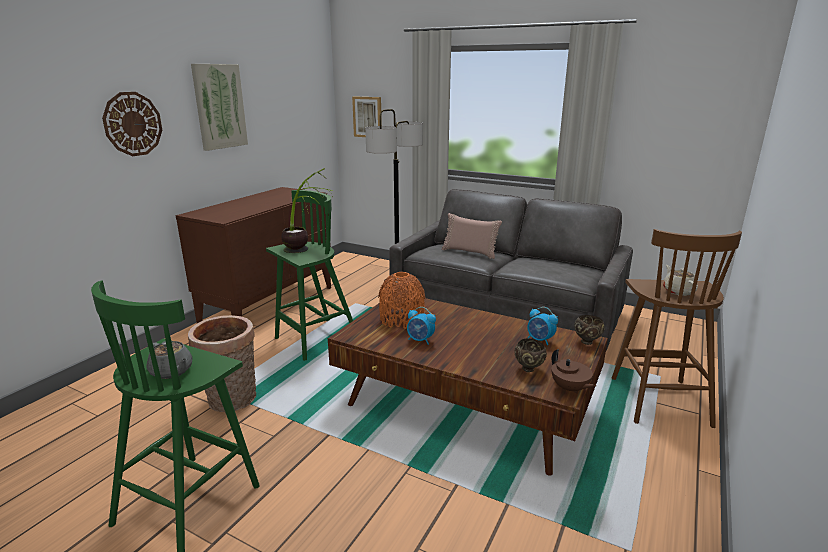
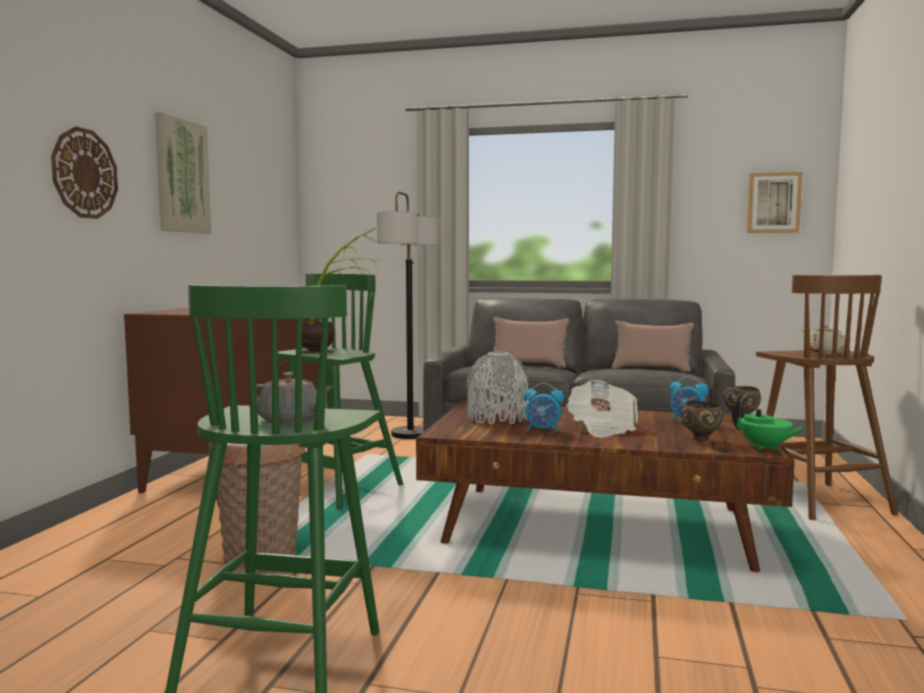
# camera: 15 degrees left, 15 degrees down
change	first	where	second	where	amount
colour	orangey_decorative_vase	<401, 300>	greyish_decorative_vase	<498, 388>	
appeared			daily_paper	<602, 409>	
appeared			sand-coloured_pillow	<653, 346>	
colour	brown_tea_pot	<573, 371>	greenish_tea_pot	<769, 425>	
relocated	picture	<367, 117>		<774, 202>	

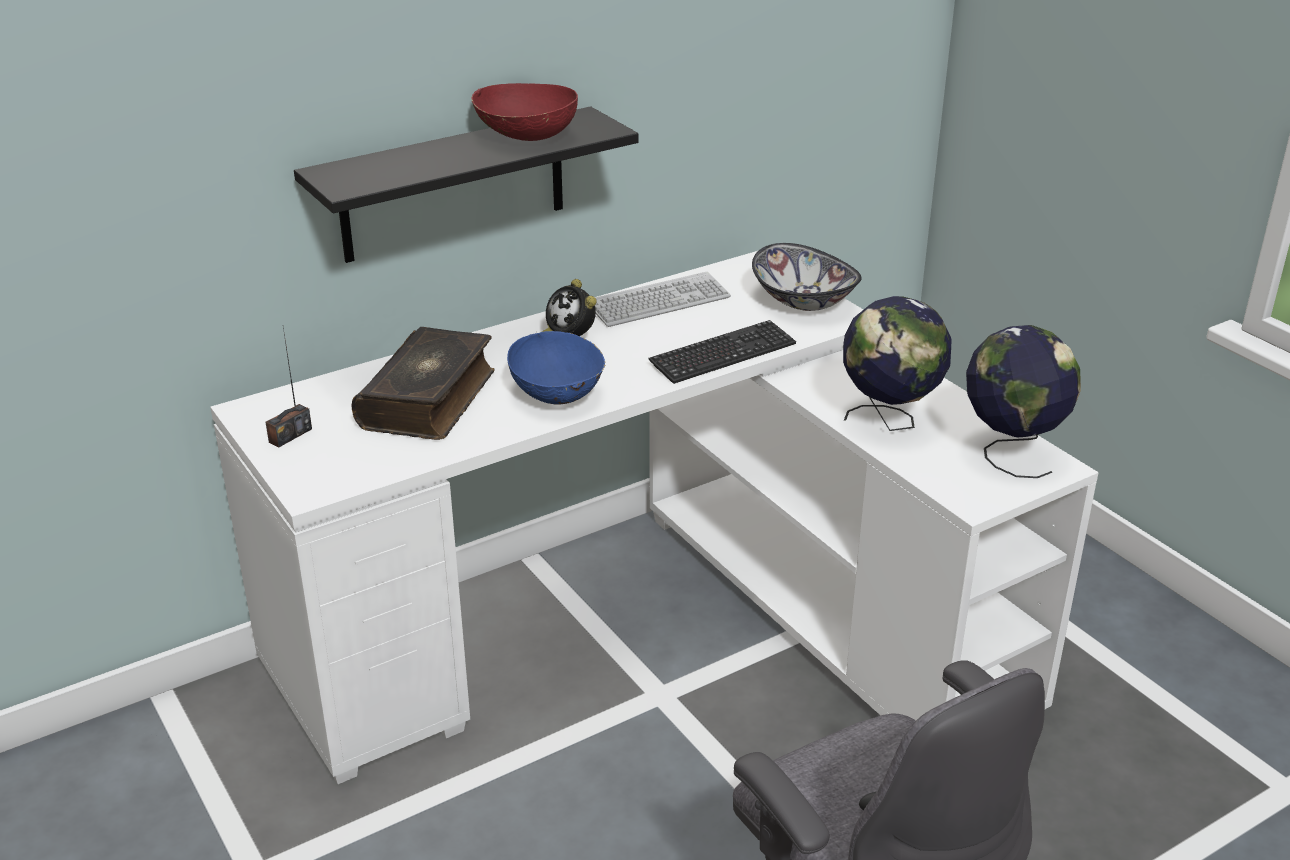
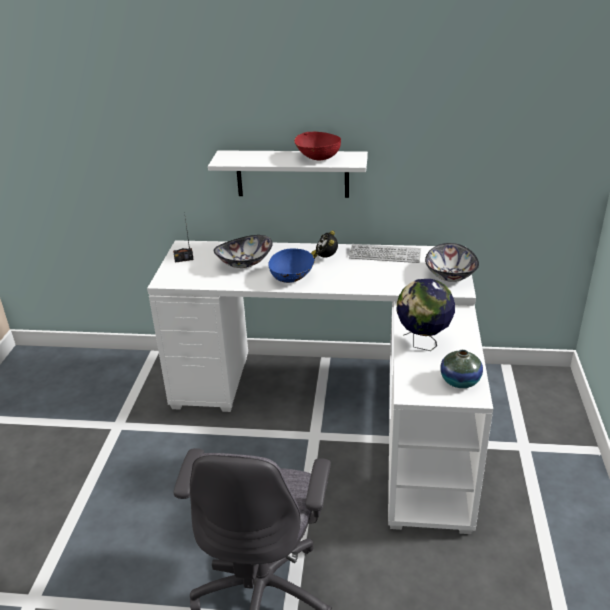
# camera: 40 degrees right, 0 degrees up
change	first	where	second	where	amount
colour	black-coloured_shelf	<466, 184>	white_shelf	<288, 174>	
exchanged	bound_book	<423, 383>	serving_bowl	<243, 251>	
exchanged	world_globe	<1023, 401>	decorative_vase	<461, 369>	
missing	PC_keyboard	<722, 352>			

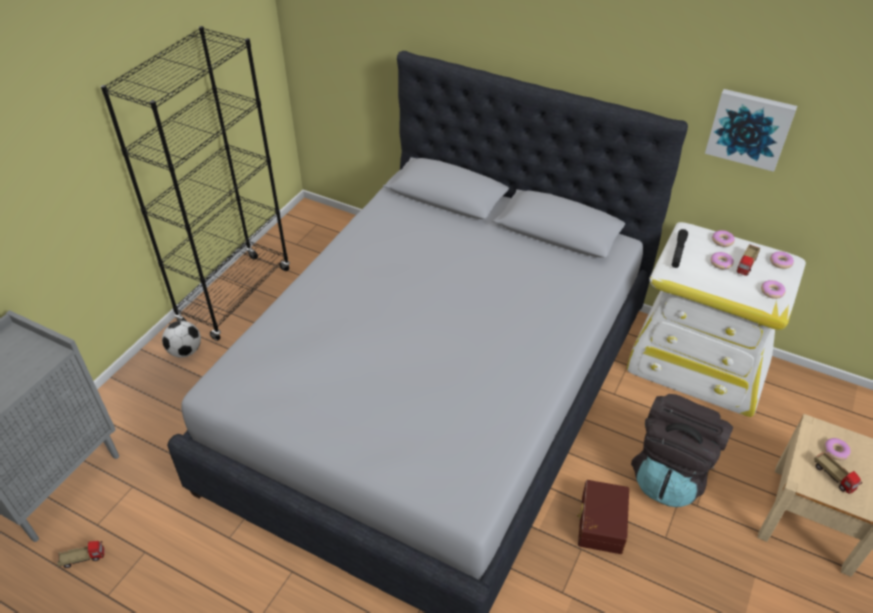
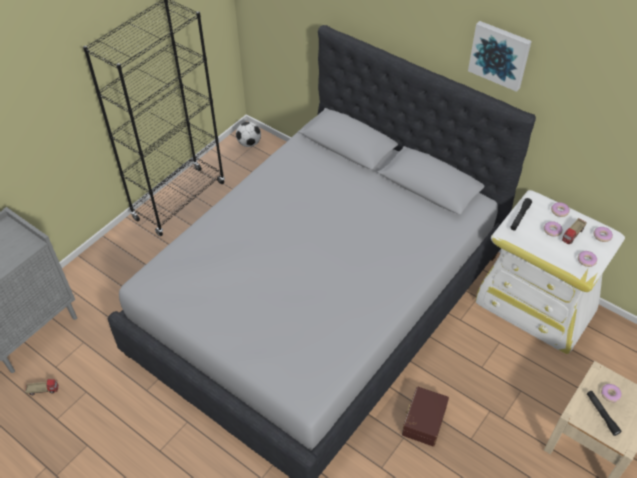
# camera: 10 degrees right, 5 degrees up
change	first	where	second	where	amount
relocated	football_ball	<181, 339>		<248, 134>	
relocated	picture	<751, 130>		<500, 56>	
exchanged	toy_truck	<838, 472>	black-coloured_hand_torch	<604, 413>	
missing	black-coloured_rucksack	<682, 450>			

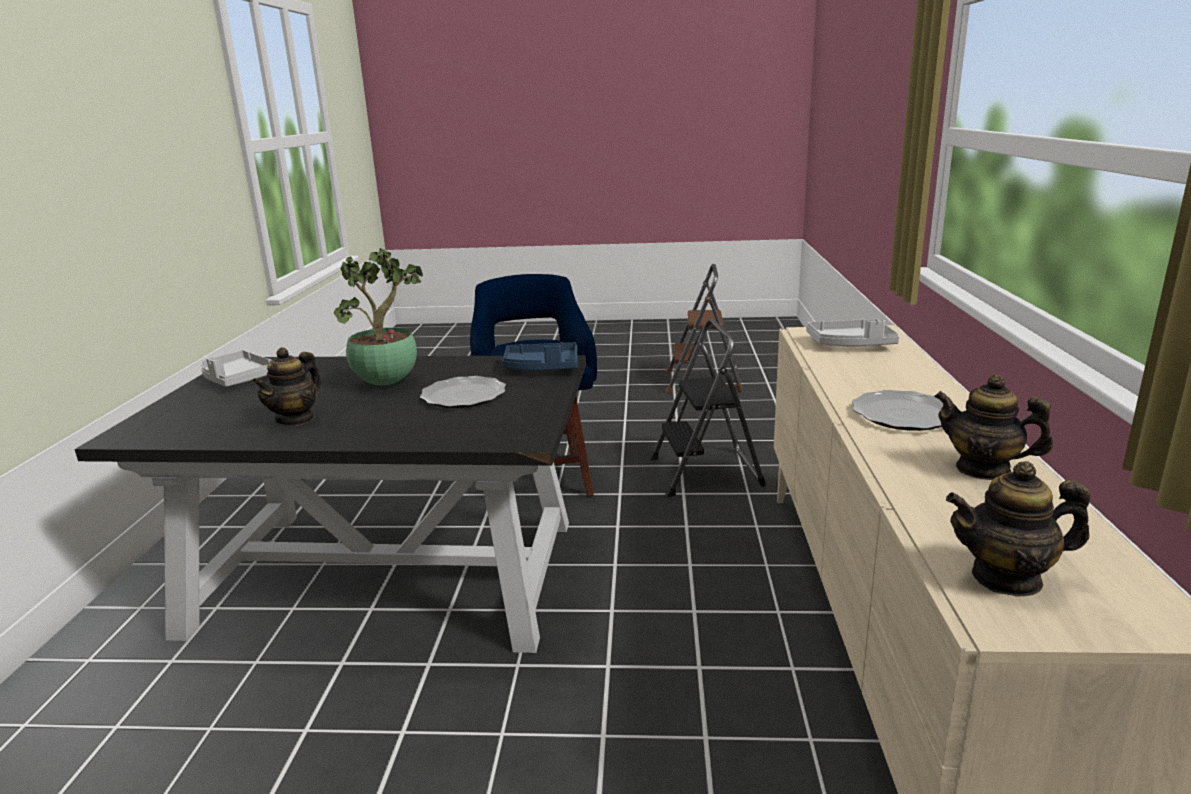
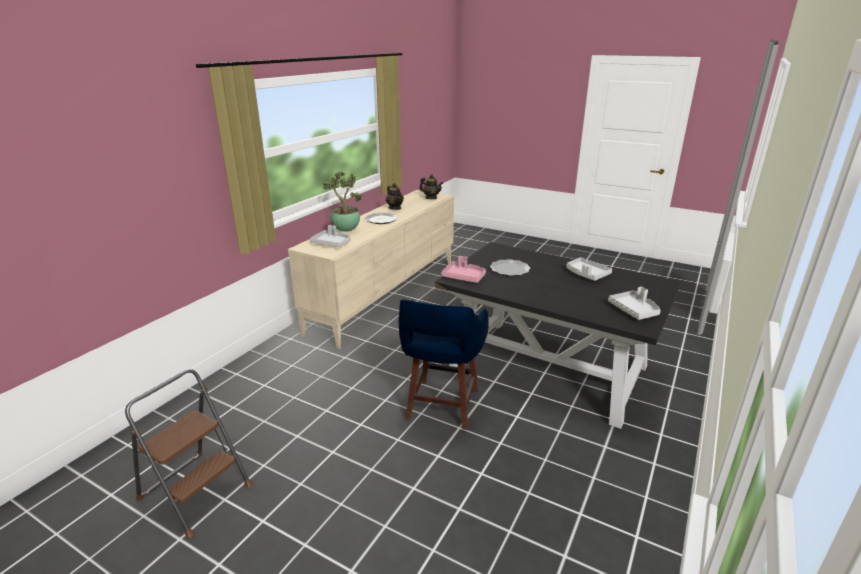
# camera: 155 degrees left, 5 degrees up
change	first	where	second	where	amount
relocated	houseplant	<378, 316>		<343, 202>	
colour	bluish_serving_tray	<539, 356>	pinkish_serving_tray	<463, 269>	
exchanged	tea_pot	<286, 386>	greyish_serving_tray	<589, 269>	
missing	black-coloured_stepladder	<707, 408>			

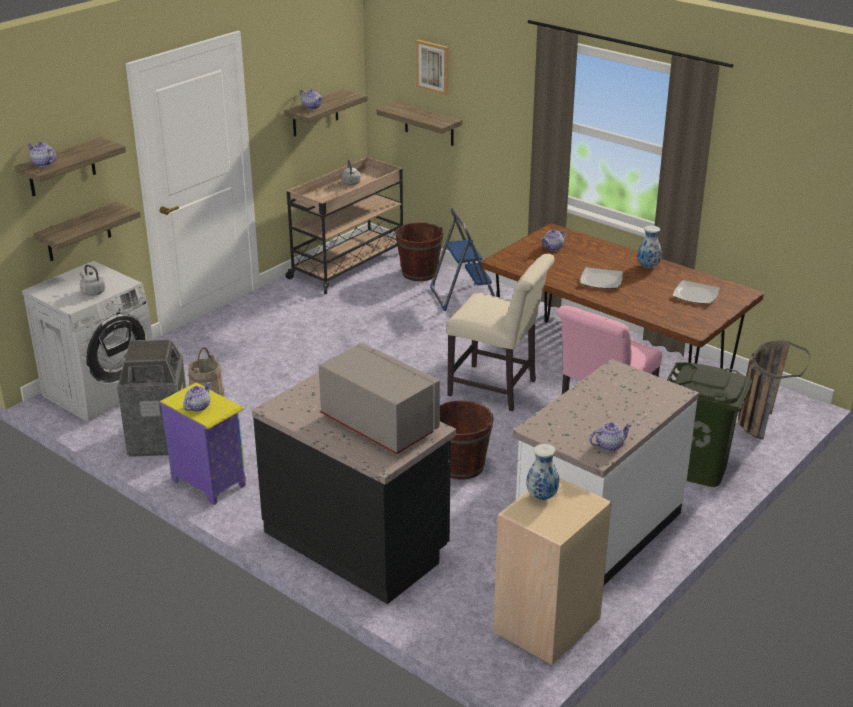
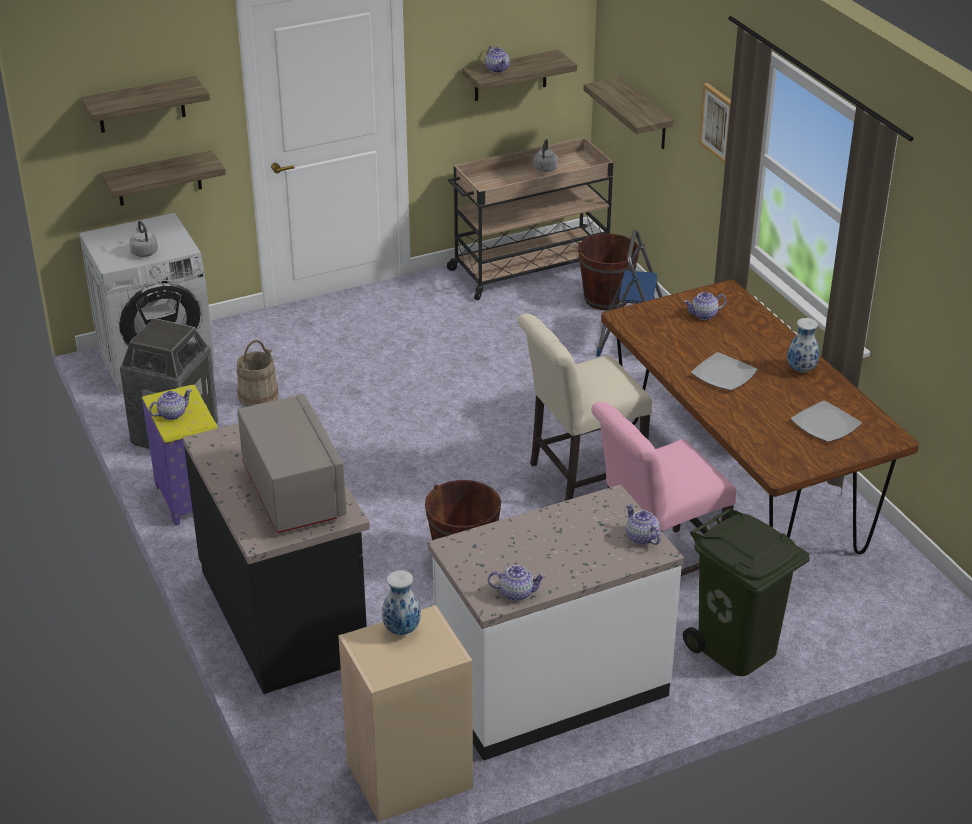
# camera: 25 degrees right, 5 degrees up
change	first	where	second	where	amount
spun	sand-coloured_plain_chair	<501, 333>		<585, 407>	105 degrees clockwise
relocated	tea_pot	<41, 154>		<643, 524>	
relocated	picture	<432, 67>		<715, 123>	
missing	household_basket	<774, 390>			

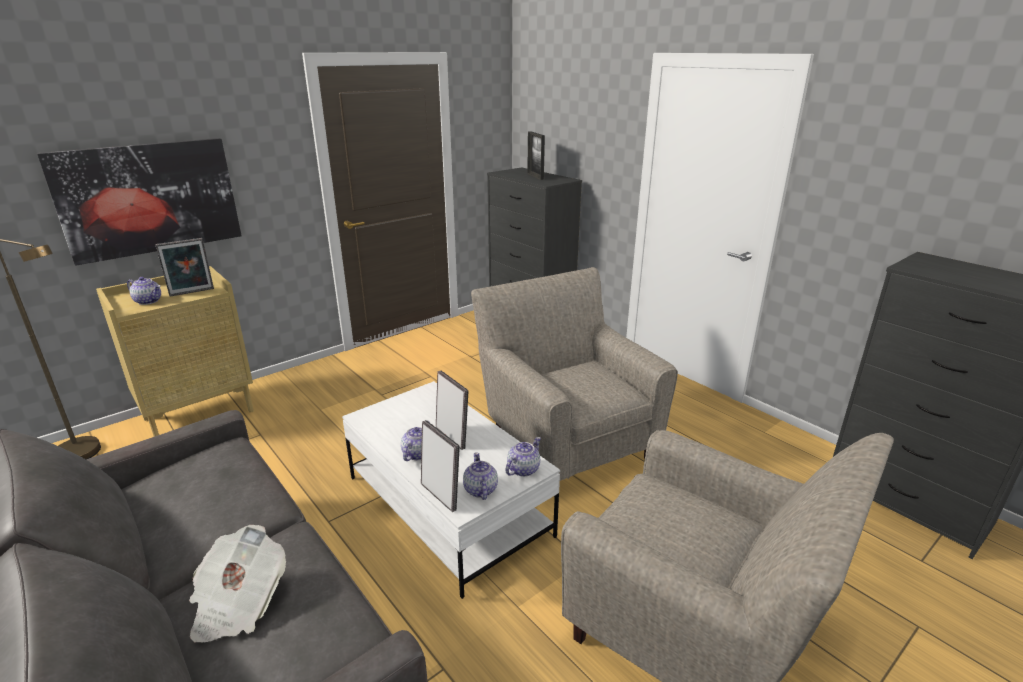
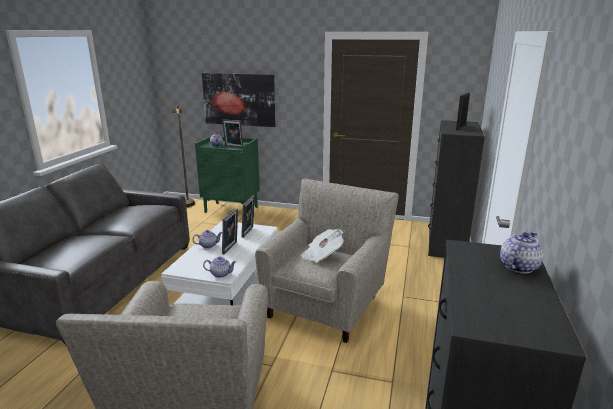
# camera: 55 degrees right, 5 degrees down
change	first	where	second	where	amount
colour	sand-coloured_storage_cabinet	<175, 351>	greenish_storage_cabinet	<227, 174>	
relocated	picture_frame	<440, 466>		<248, 216>	
relocated	daily_paper	<237, 584>		<322, 246>	
relocated	tea_pot	<480, 476>		<522, 253>	

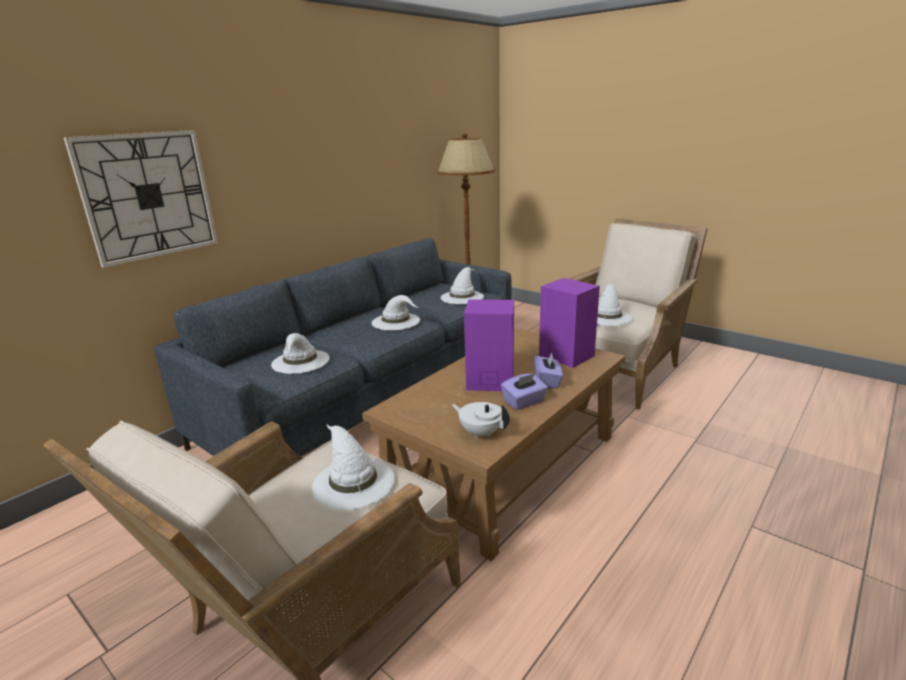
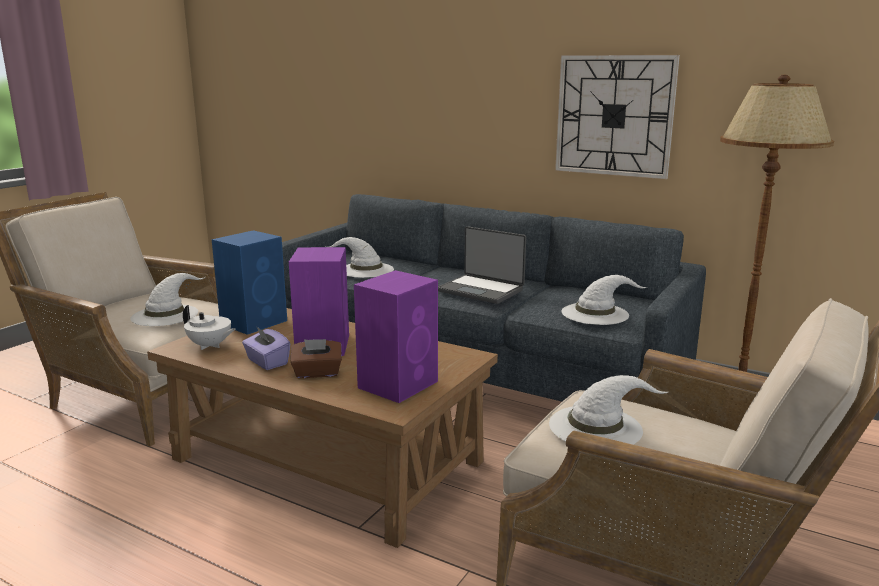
# camera: 80 degrees right, 5 degrees down
change	first	where	second	where	amount
spun	white_tea_pot	<480, 420>		<209, 327>	90 degrees clockwise
appeared			bluish_speaker	<249, 282>	
colour	purple_box_of_tissues	<548, 370>	brown_box_of_tissues	<316, 358>	
exchanged	white_wearable_hat	<396, 312>	portable_computer	<482, 265>	
relocated	clock_on_the_wall	<140, 199>		<617, 117>	

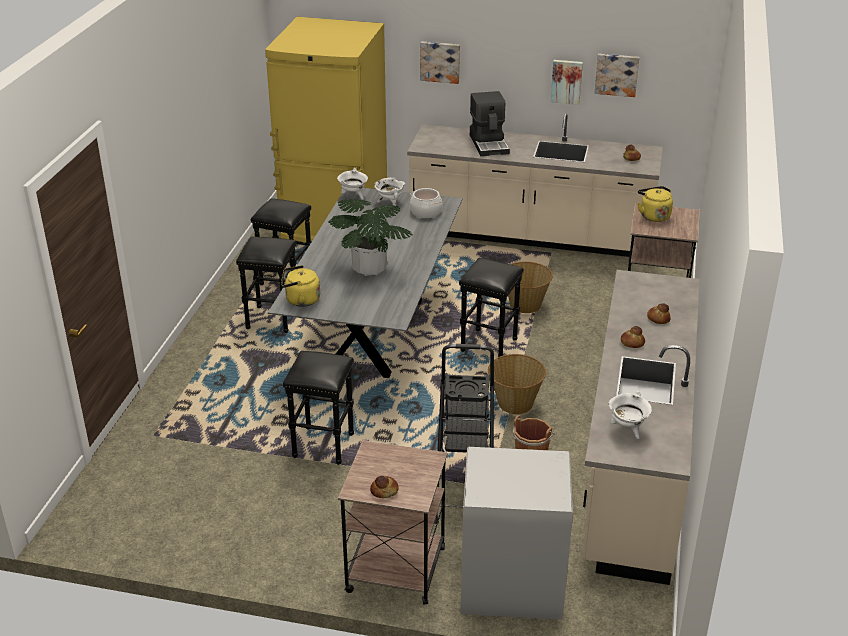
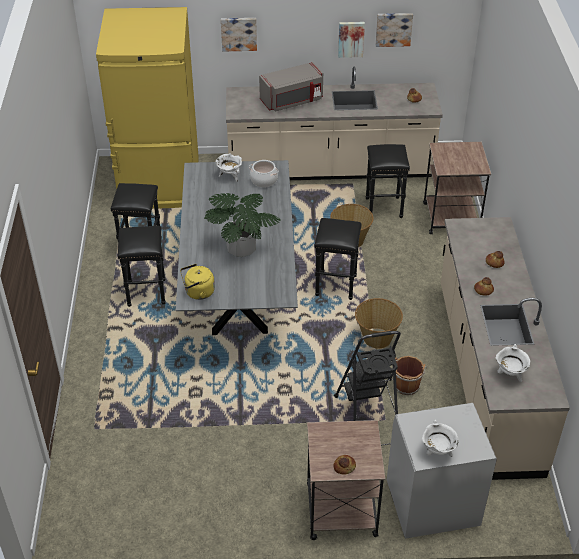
# camera: 15 degrees left, 10 degrees up
change	first	where	second	where	amount
exchanged	coffee_maker	<490, 123>	greyish_microwave_oven	<291, 87>	
relocated	black-coloured_stool	<318, 408>		<388, 181>	
relocated	white_saucepot	<352, 184>		<440, 438>	
missing	yellow-coloured_tea_kettle	<655, 204>			

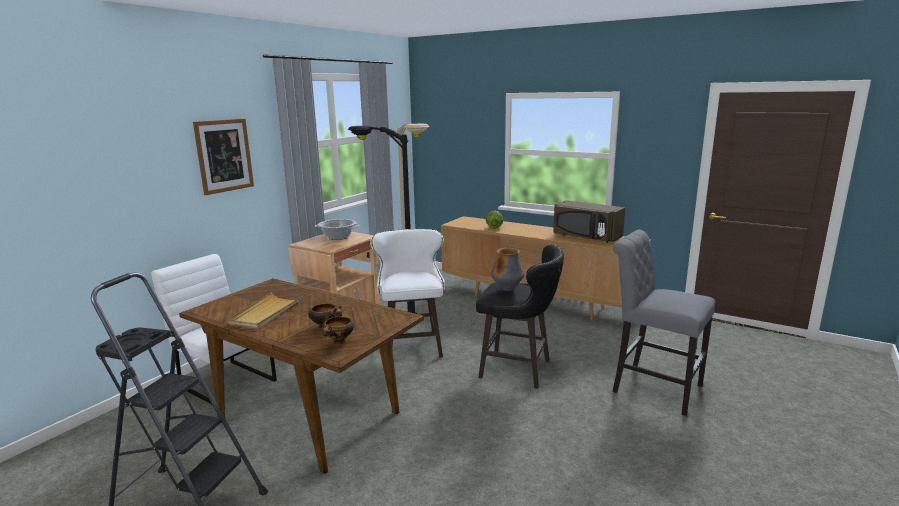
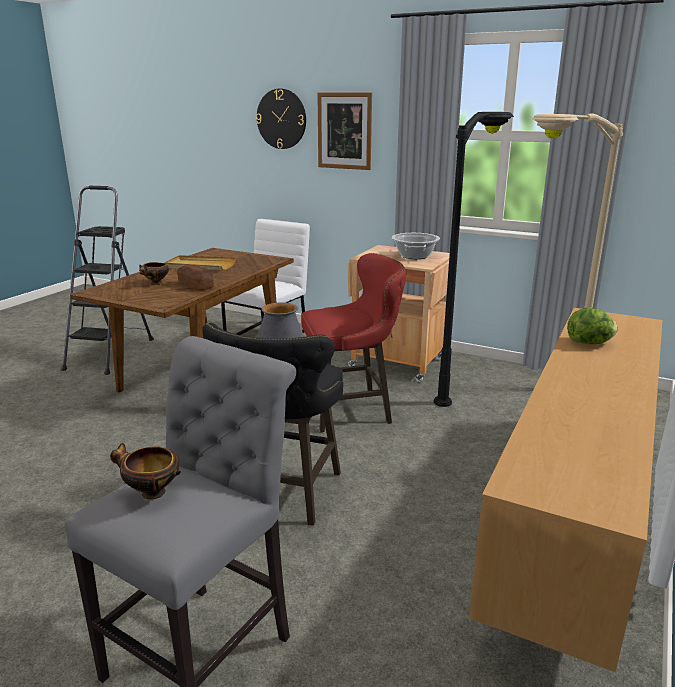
# camera: 85 degrees right, 5 degrees up
change	first	where	second	where	amount
relocated	serving_bowl	<338, 331>		<145, 471>	
appeared			bakery_bread	<195, 277>	
appeared			clock_on_the_wall	<281, 119>	
colour	white_stool	<407, 293>	reddish_stool	<353, 342>	
missing	brown_microwave_oven	<589, 221>			

